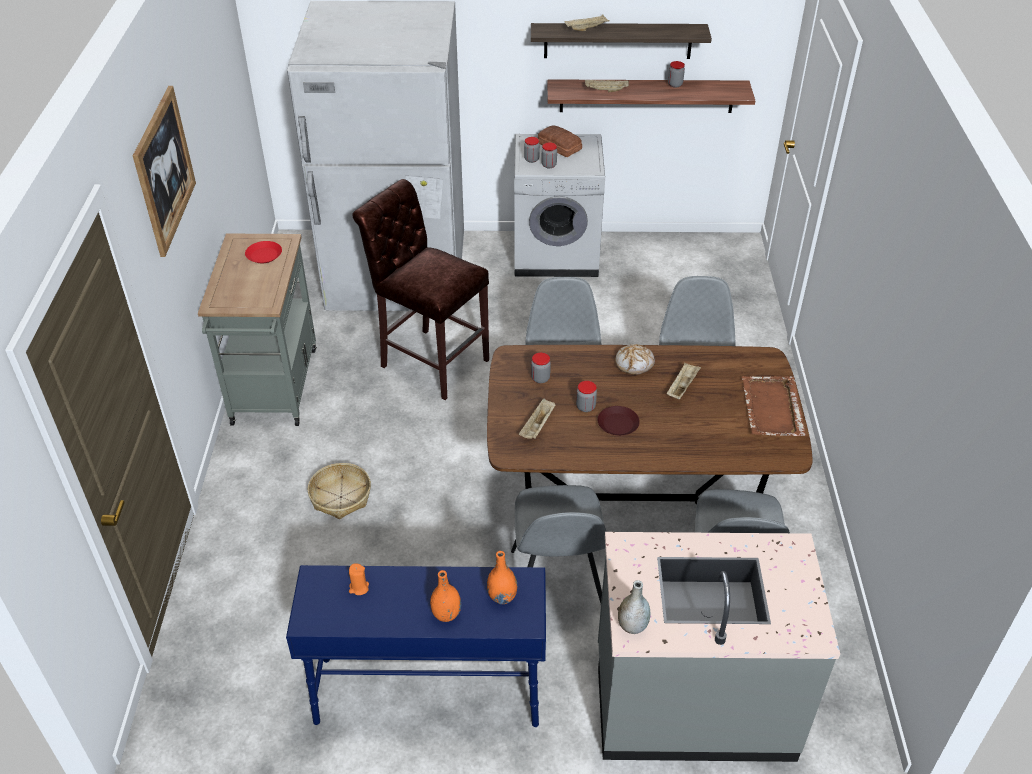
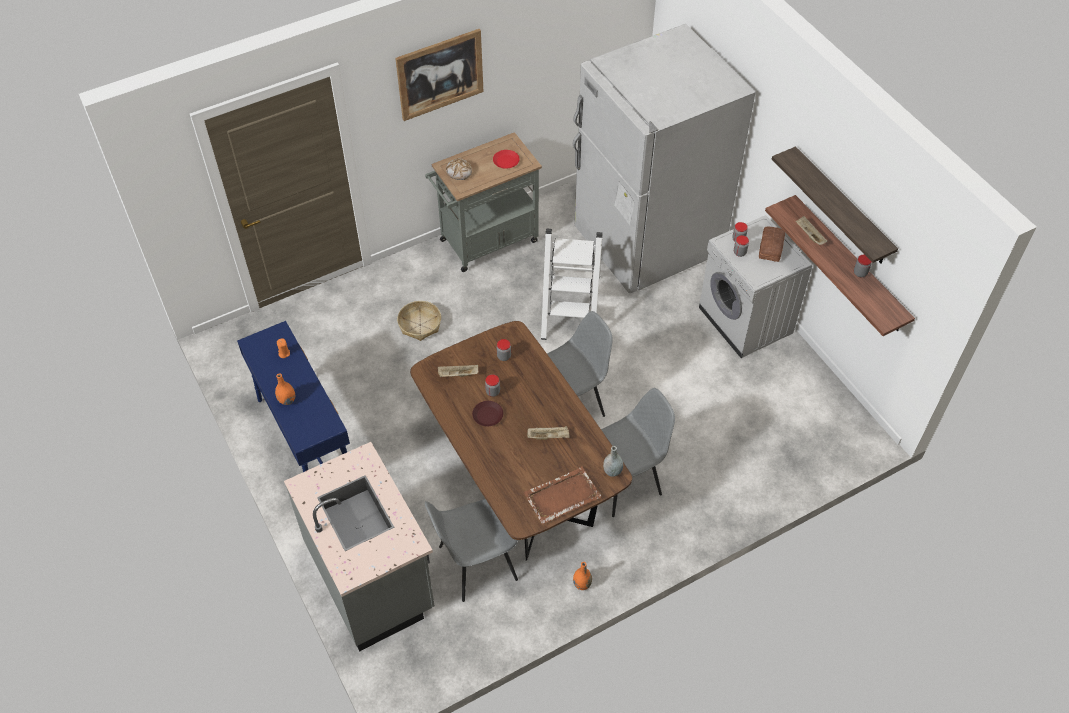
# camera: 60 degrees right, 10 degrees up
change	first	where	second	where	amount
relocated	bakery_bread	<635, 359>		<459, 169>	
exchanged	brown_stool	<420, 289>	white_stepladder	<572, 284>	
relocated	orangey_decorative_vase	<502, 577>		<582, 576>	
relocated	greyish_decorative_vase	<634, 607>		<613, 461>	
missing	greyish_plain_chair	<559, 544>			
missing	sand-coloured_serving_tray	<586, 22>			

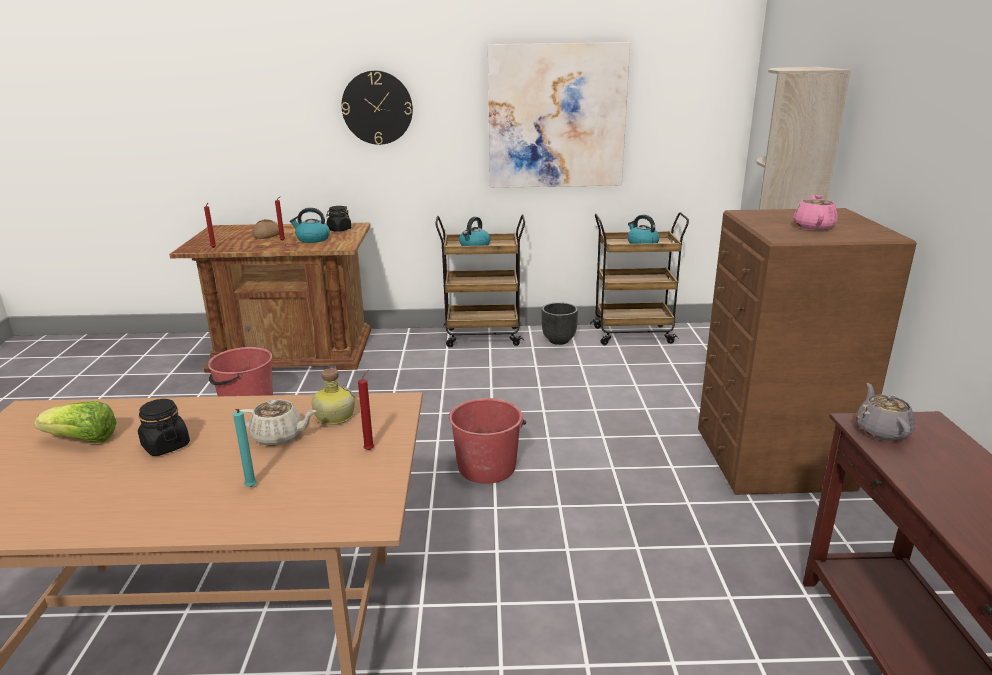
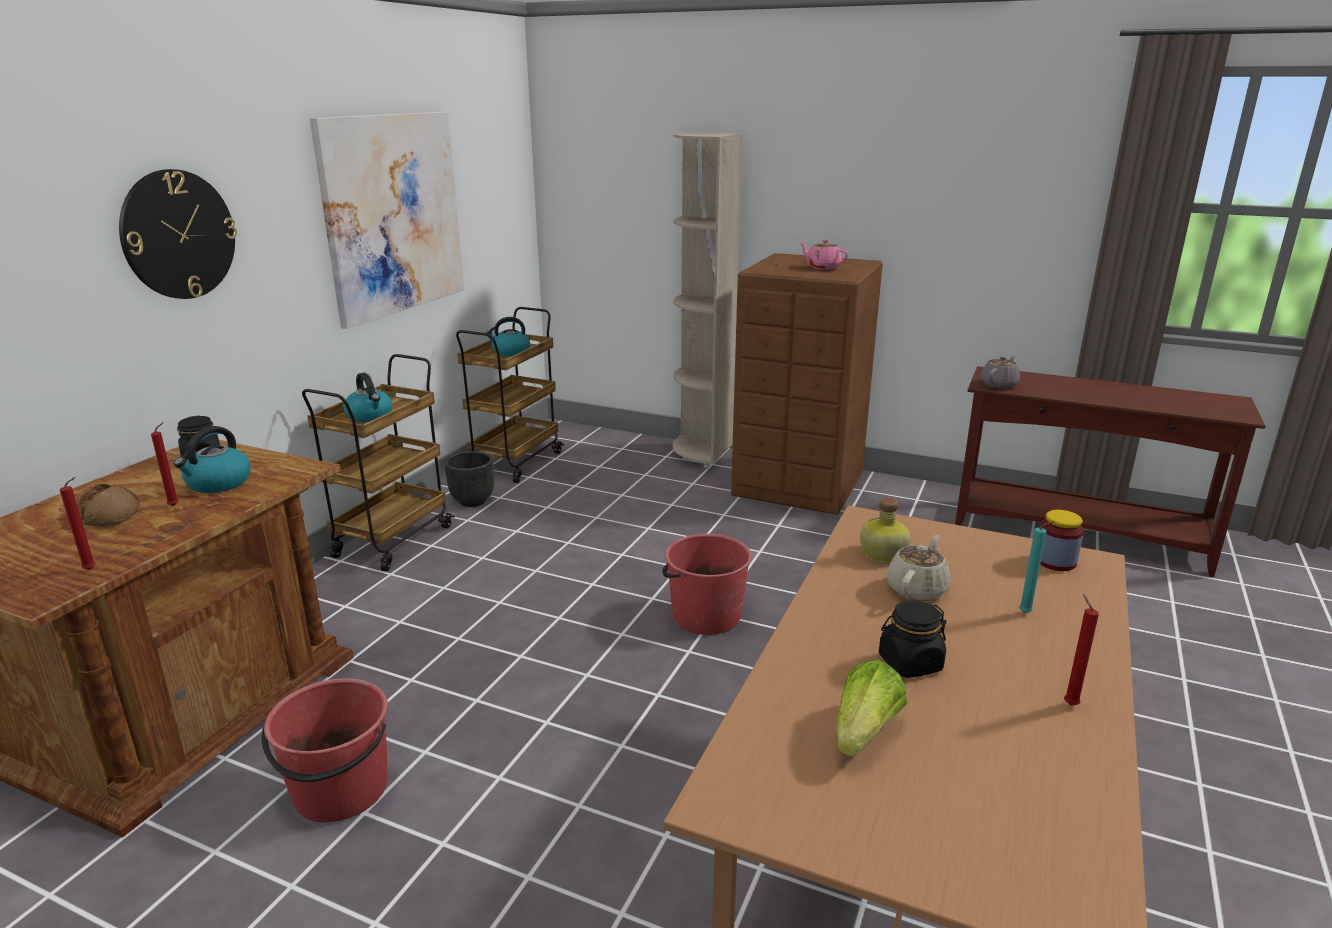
# camera: 65 degrees left, 0 degrees up
change	first	where	second	where	amount
spun	greyish_tea_pot	<885, 412>		<1000, 372>	105 degrees clockwise
appeared			storage_jar	<1062, 540>	
relocated	reddish_wax_candle	<366, 410>		<1081, 649>	

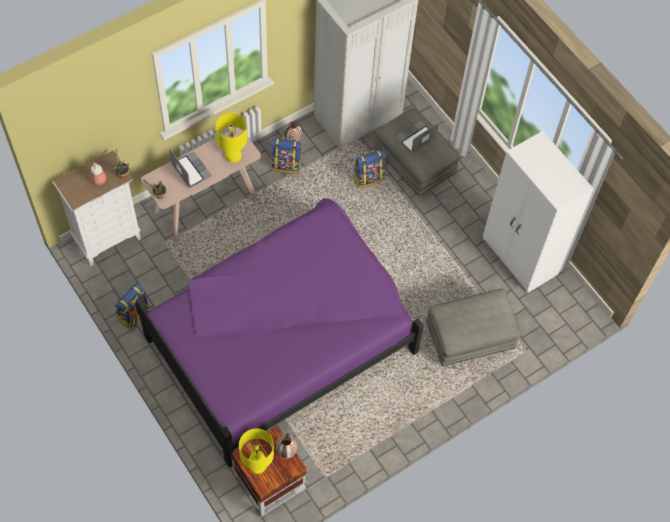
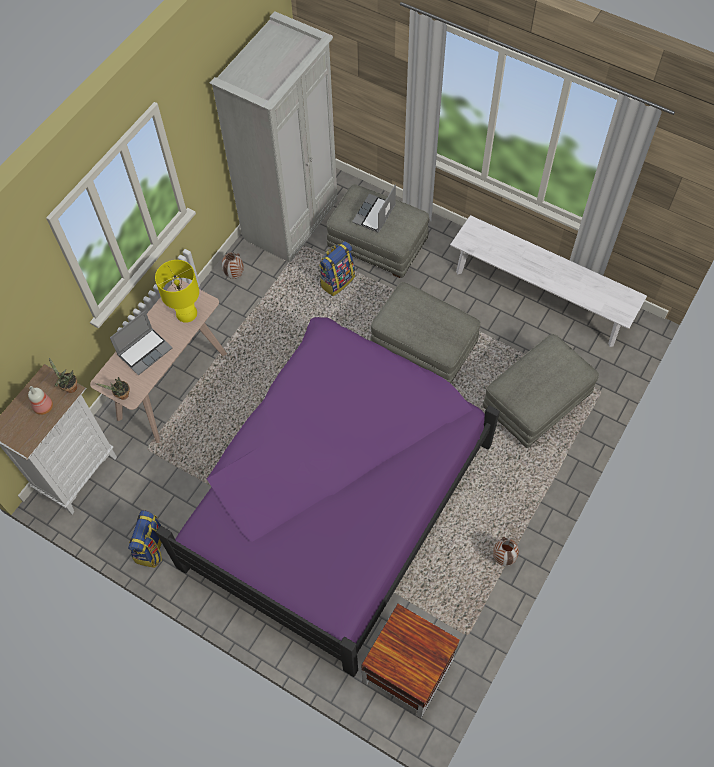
# camera: 20 degrees left, 0 degrees up
change	first	where	second	where	amount
spun	portable_computer	<190, 169>		<141, 343>	105 degrees clockwise
appeared			greyish_footrest	<425, 333>	
exchanged	white_wardrobe	<538, 212>	white_long_seat	<548, 281>	
relocated	decorative_vase	<286, 446>		<506, 551>	
missing	yellow-coloured_lamp_for_a_table	<256, 451>			
missing	rucksack	<286, 155>			

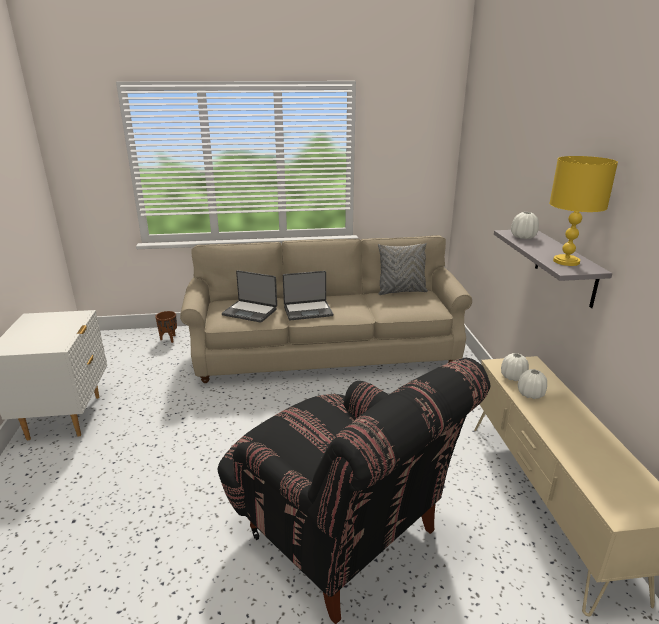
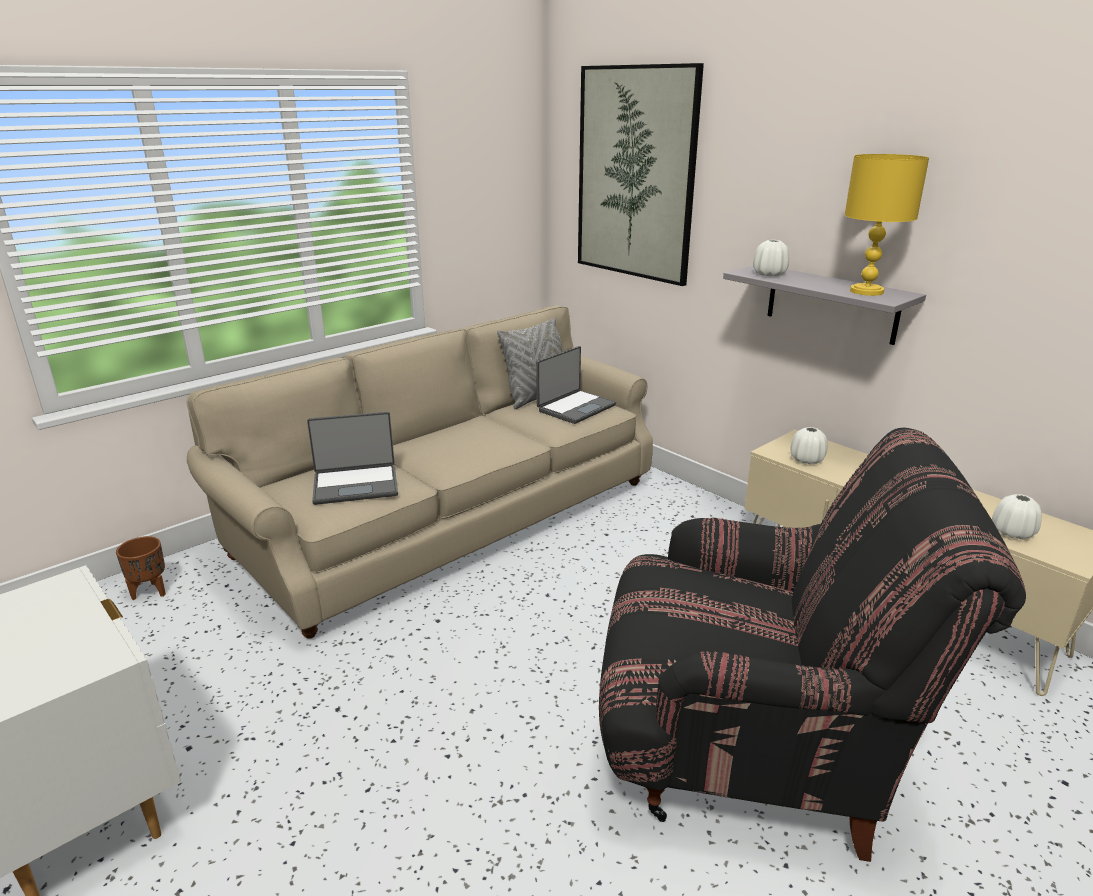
# camera: 35 degrees left, 0 degrees up
change	first	where	second	where	amount
relocated	portable_computer	<308, 295>		<576, 385>	
appeared			picture	<641, 174>	
relocated	white_decorative_vase	<532, 384>		<1017, 516>	

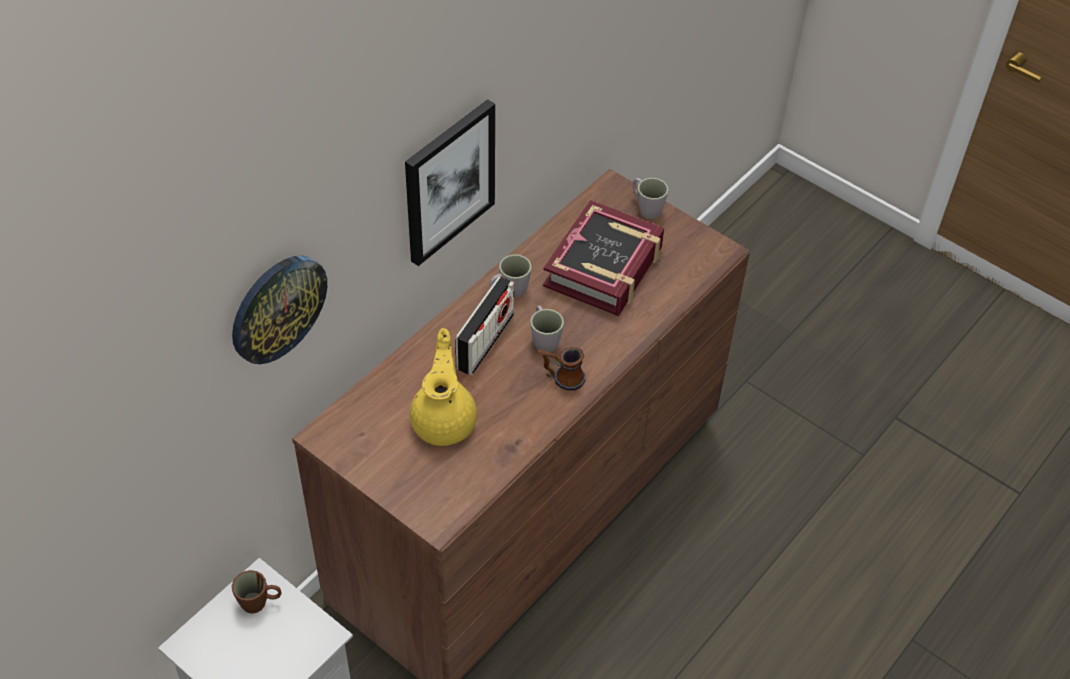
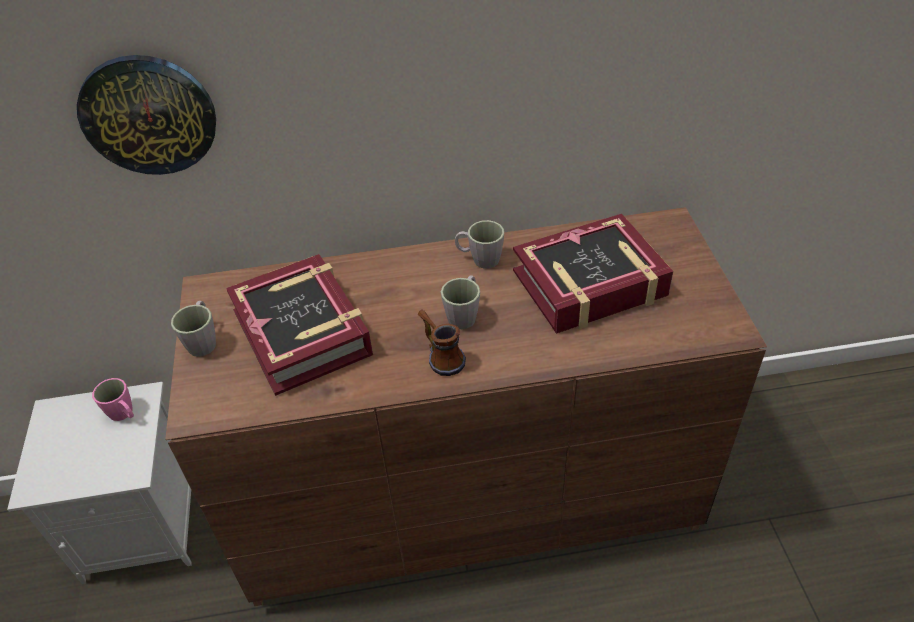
# camera: 45 degrees right, 5 degrees down
change	first	where	second	where	amount
colour	brown_tea_mug	<257, 592>	pinkish_tea_mug	<113, 399>	
relocated	greyish_tea_mug	<651, 198>		<193, 329>	
exchanged	yellow-coloured_tea_pot	<443, 387>	bound_book	<299, 325>	
missing	picture	<450, 182>			
missing	radio_receiver	<484, 325>			

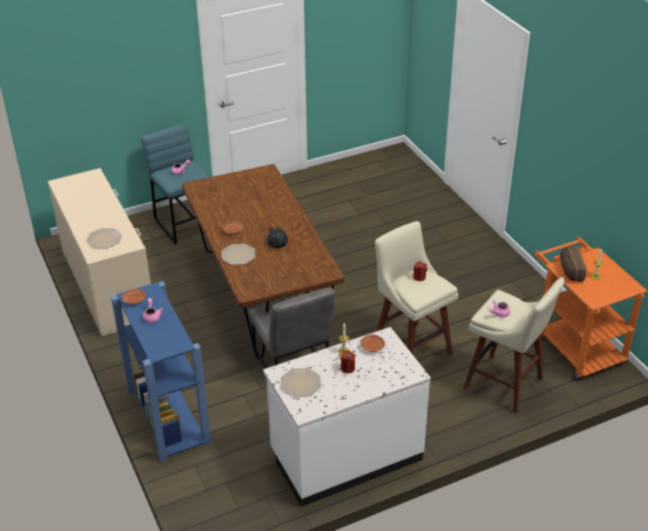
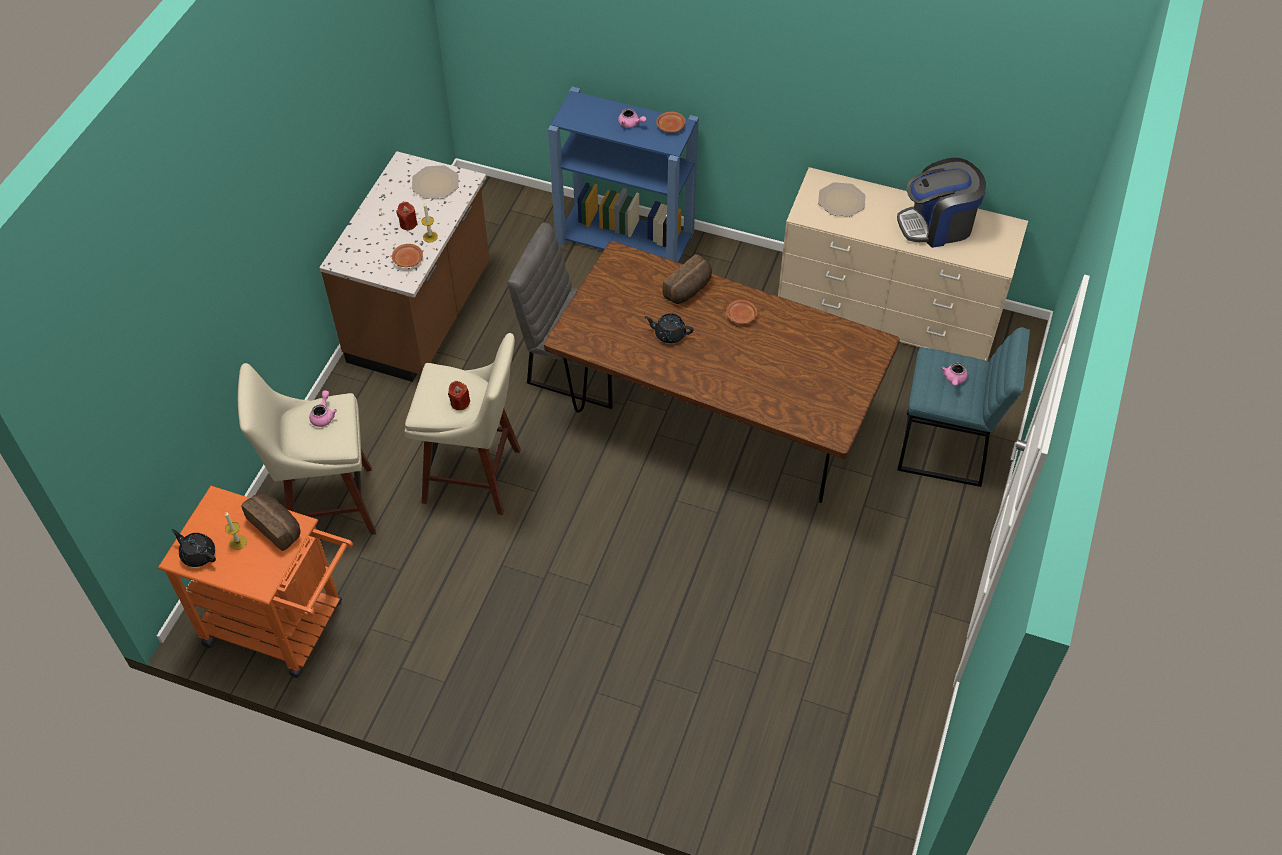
# camera: 135 degrees right, 15 degrees up
change	first	where	second	where	amount
appeared			black-coloured_tea_pot	<193, 548>	
colour	white_kitchen_base_unit	<347, 417>	brown_kitchen_base_unit	<404, 266>	
exchanged	flat_dish	<238, 254>	bakery_bread	<687, 279>	
appeared			coffee_maker	<941, 203>	

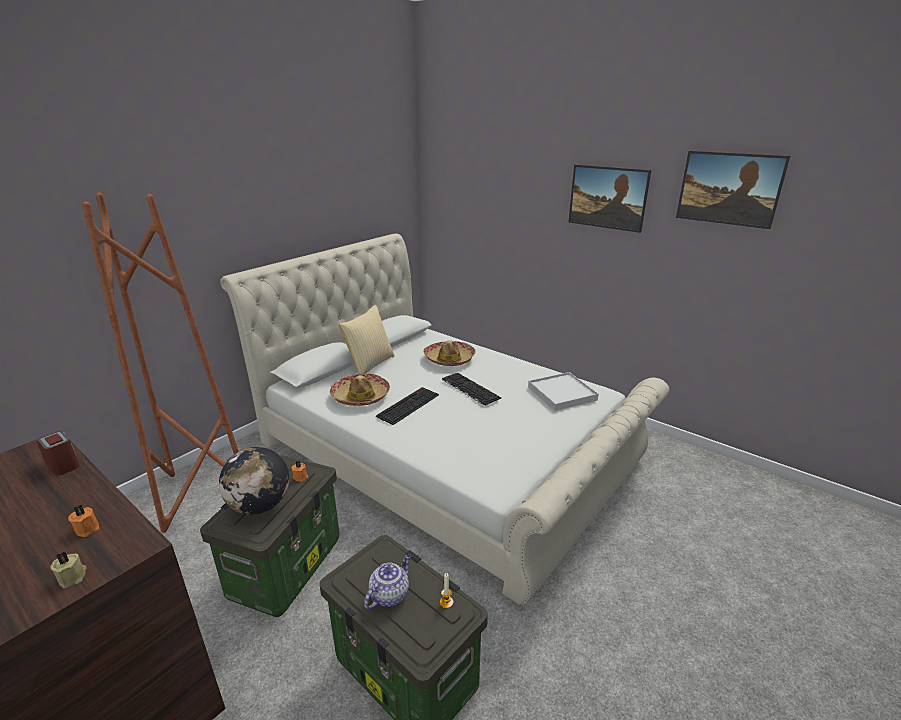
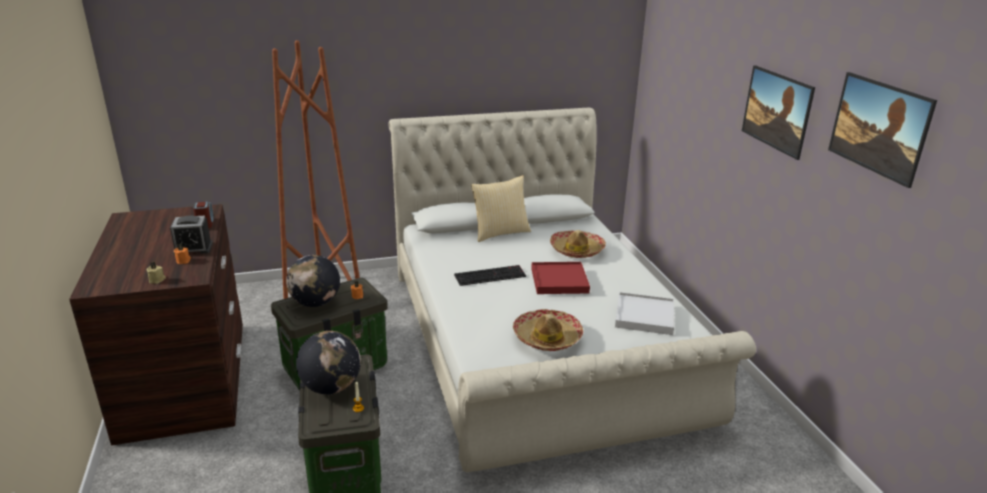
# camera: 35 degrees right, 0 degrees up
change	first	where	second	where	amount
appeared			bedside_clock	<191, 235>	
exchanged	tea_pot	<387, 581>	world_globe	<328, 362>	
relocated	wearable_hat	<360, 389>		<548, 330>	
exchanged	PC_keyboard	<471, 389>	reddish_serving_tray	<560, 278>	

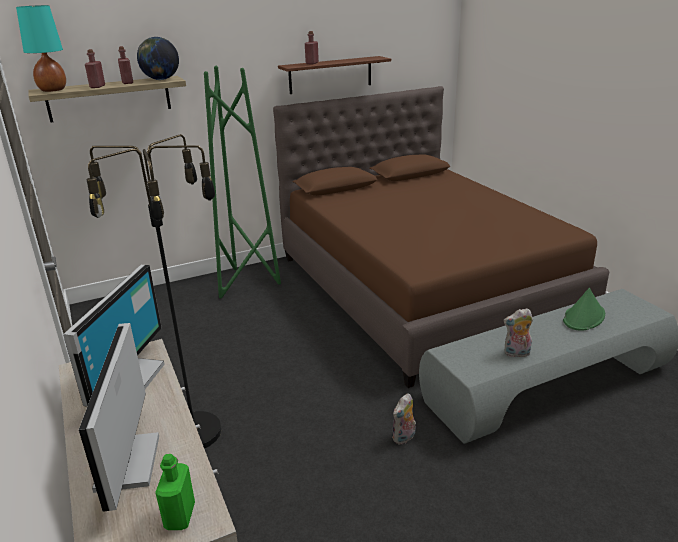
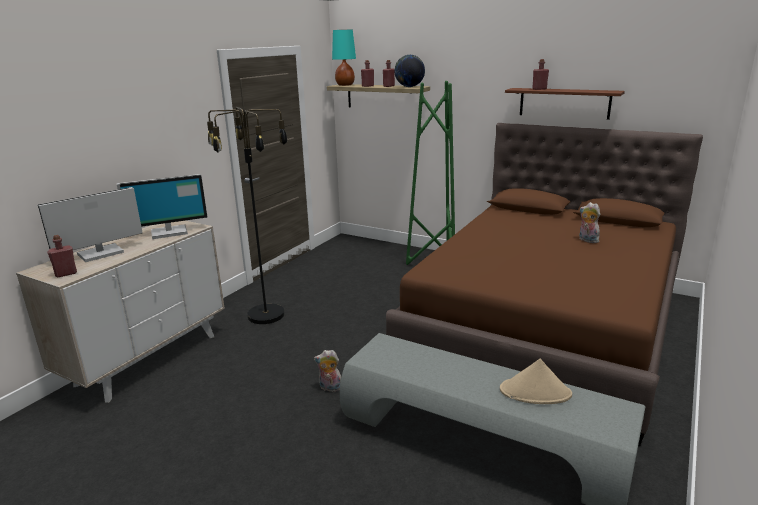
# camera: 55 degrees right, 5 degrees down
change	first	where	second	where	amount
colour	greenish_drink_bottle	<175, 492>	reddish_drink_bottle	<62, 256>	
colour	greenish_wearable_hat	<584, 309>	sand-coloured_wearable_hat	<536, 381>	
relocated	plush_toy	<518, 332>		<589, 222>	

